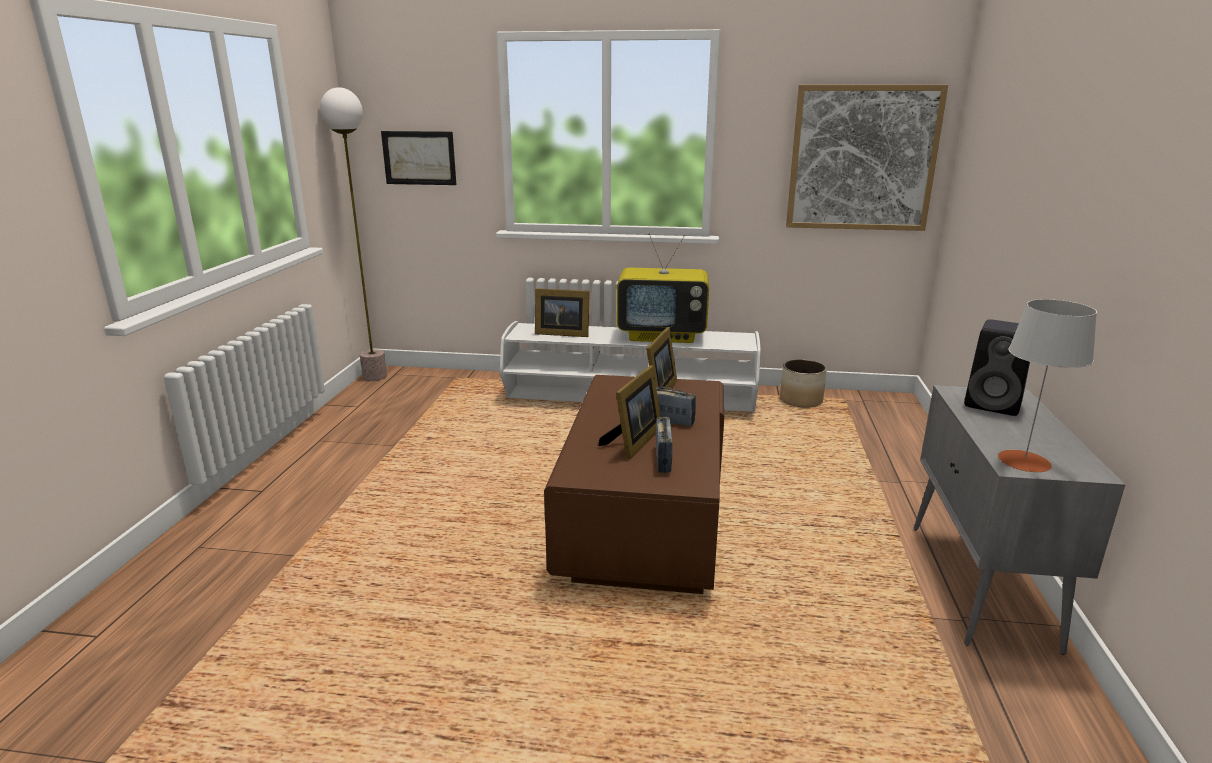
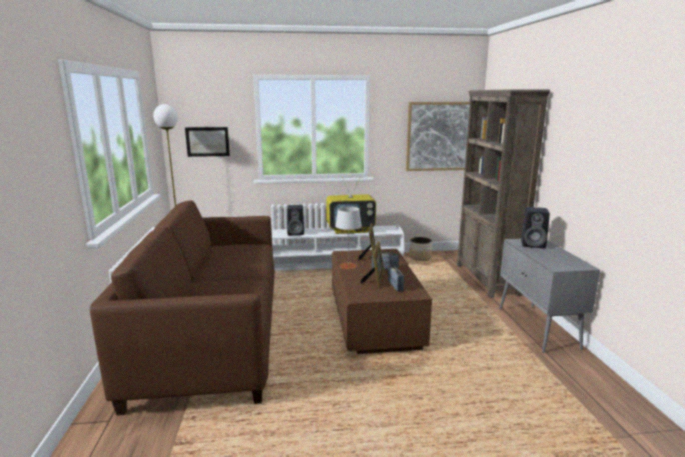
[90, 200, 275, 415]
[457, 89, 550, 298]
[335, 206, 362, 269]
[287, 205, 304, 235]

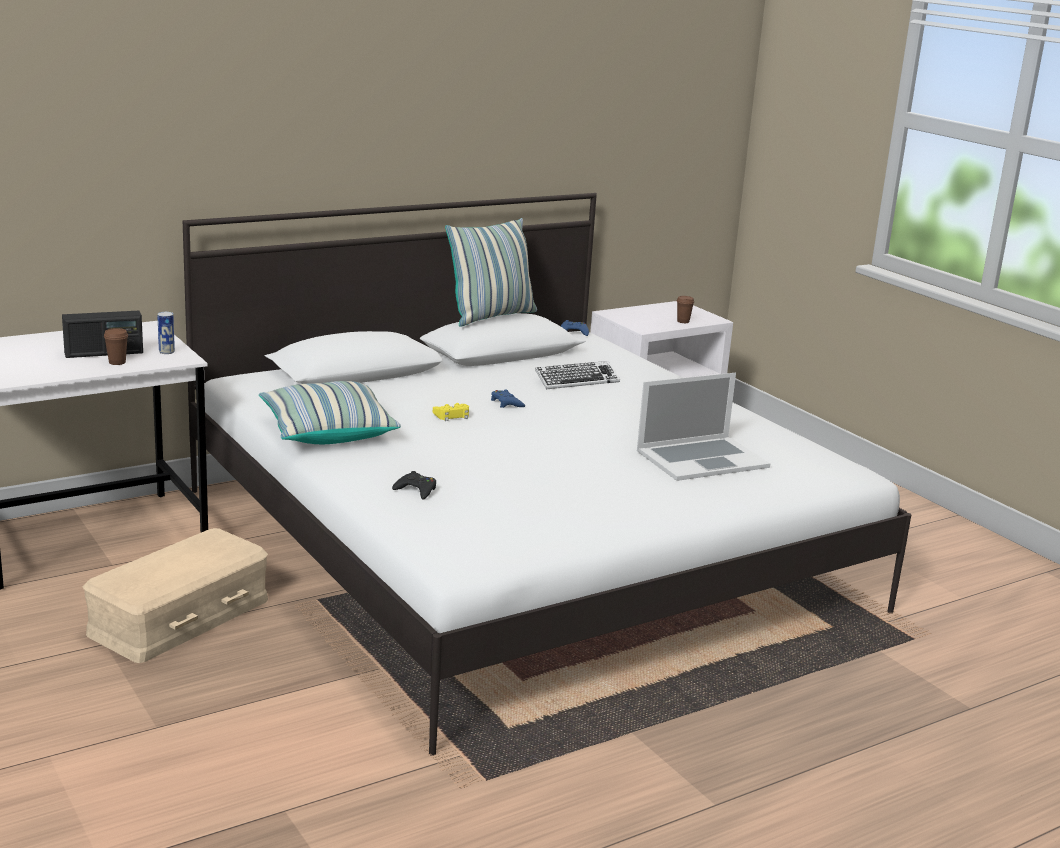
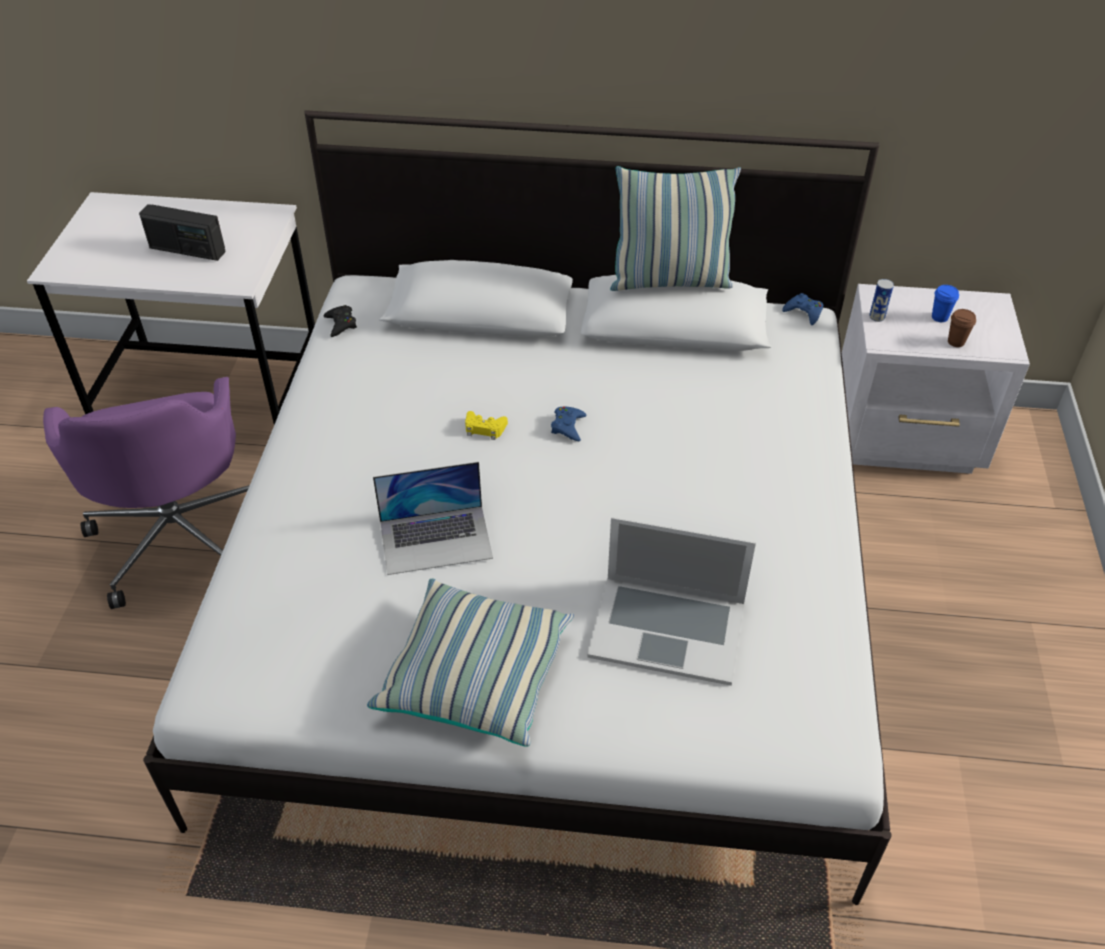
[104, 328, 128, 365] (first image)
[535, 361, 620, 389] (first image)
[373, 462, 493, 575]
[932, 285, 959, 322]
[869, 279, 894, 322]
[367, 578, 574, 747]
[324, 305, 357, 337]
[43, 377, 250, 609]

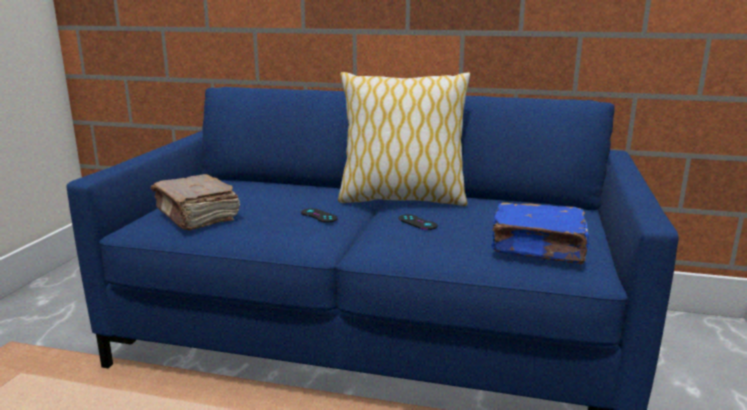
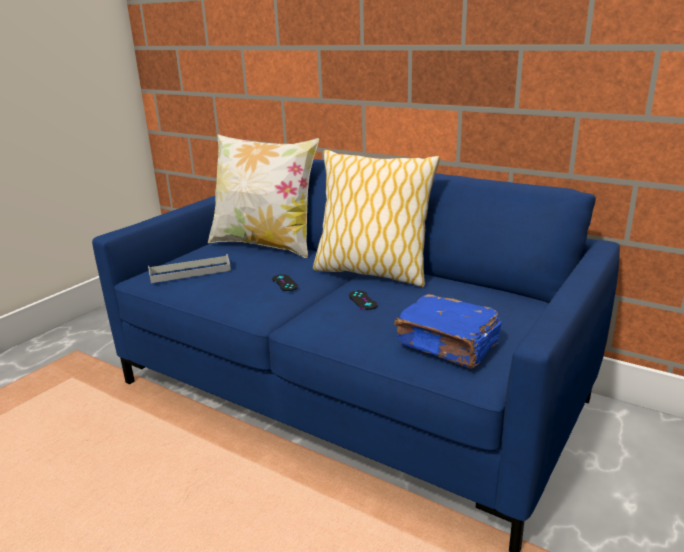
[208, 134, 319, 258]
[148, 254, 231, 283]

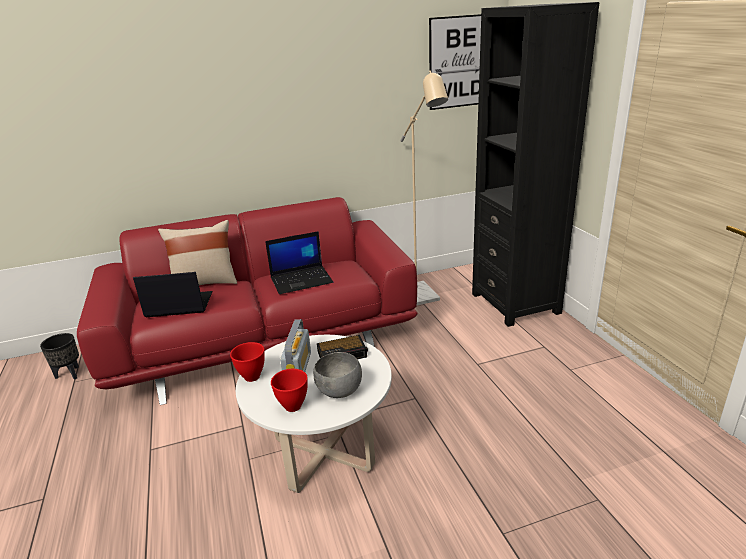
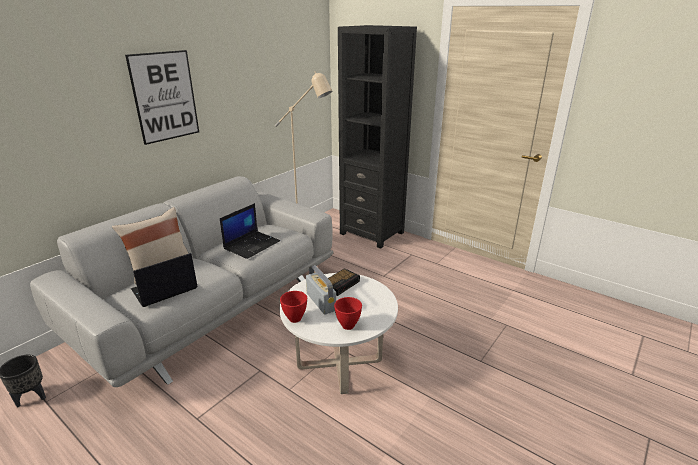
[313, 352, 362, 398] (first image)
[125, 50, 199, 145]
[30, 176, 333, 387]

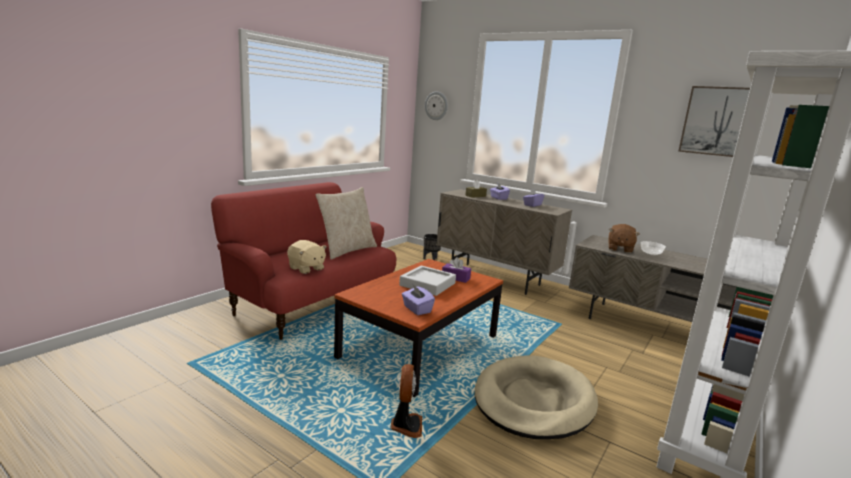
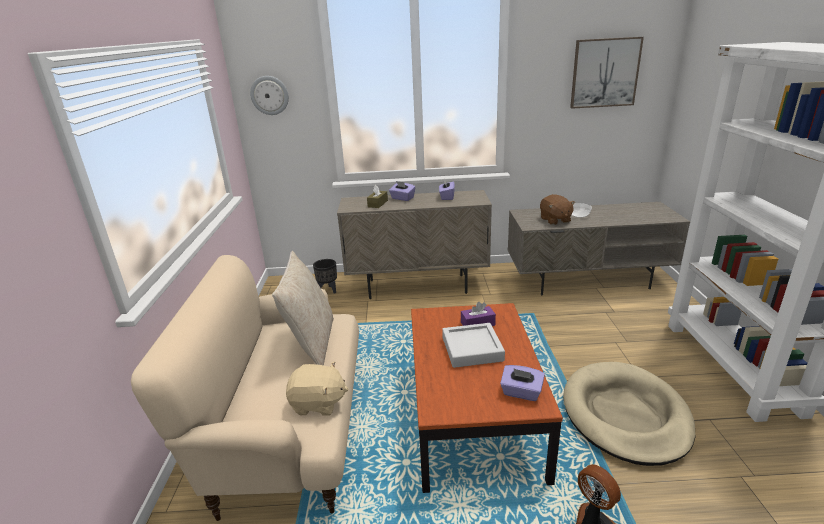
[131, 255, 359, 521]

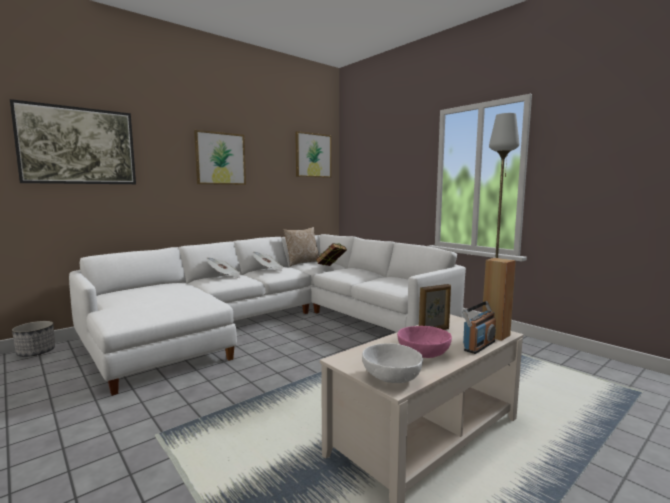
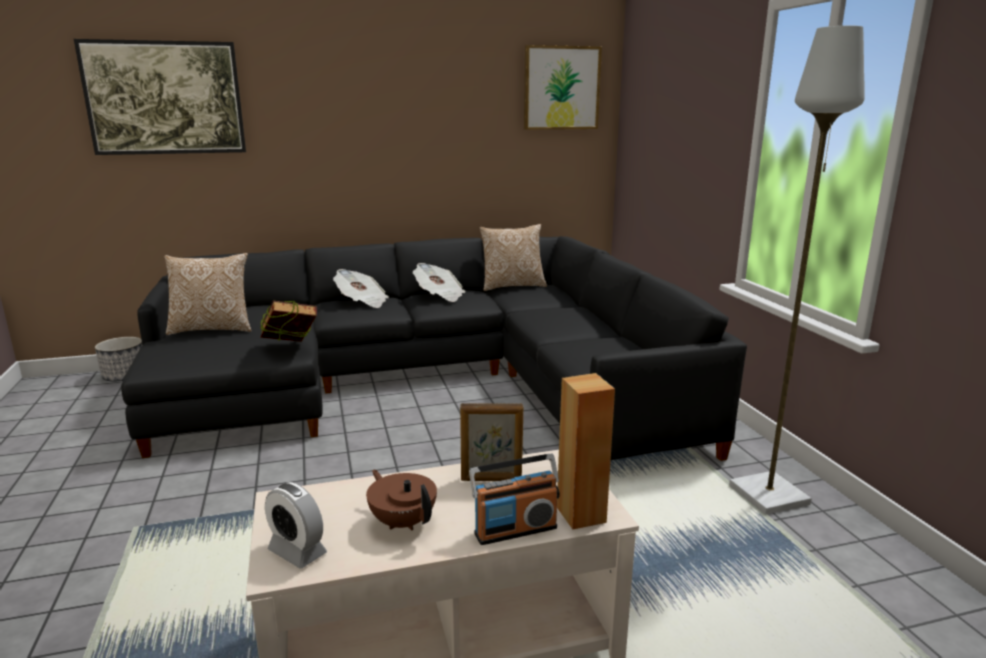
[194, 130, 246, 185] (first image)
[164, 253, 252, 335]
[260, 301, 317, 342]
[265, 482, 327, 568]
[366, 470, 437, 530]
[121, 236, 747, 461]

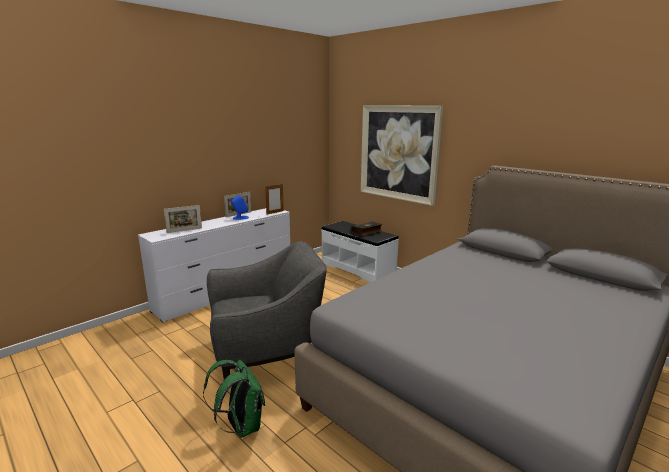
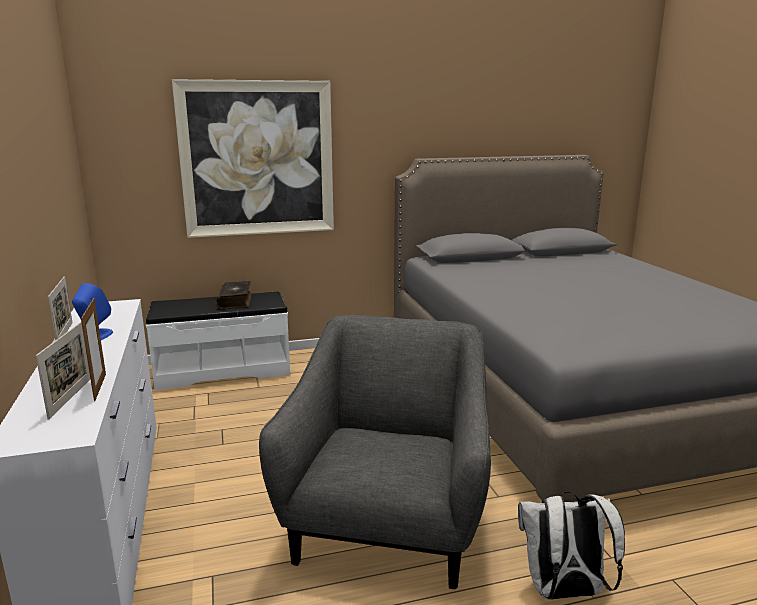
[81, 298, 106, 401]
[518, 492, 625, 600]

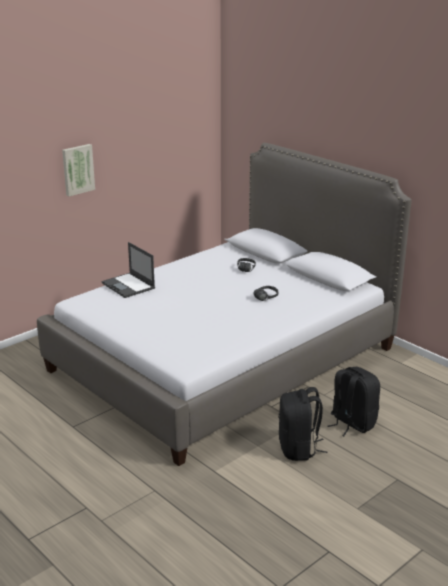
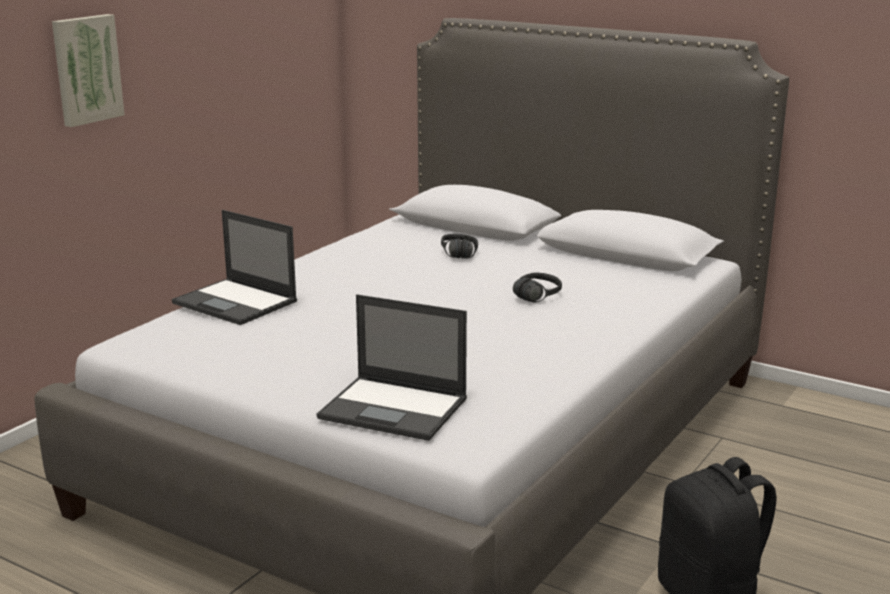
[327, 367, 380, 436] (first image)
[317, 294, 467, 441]

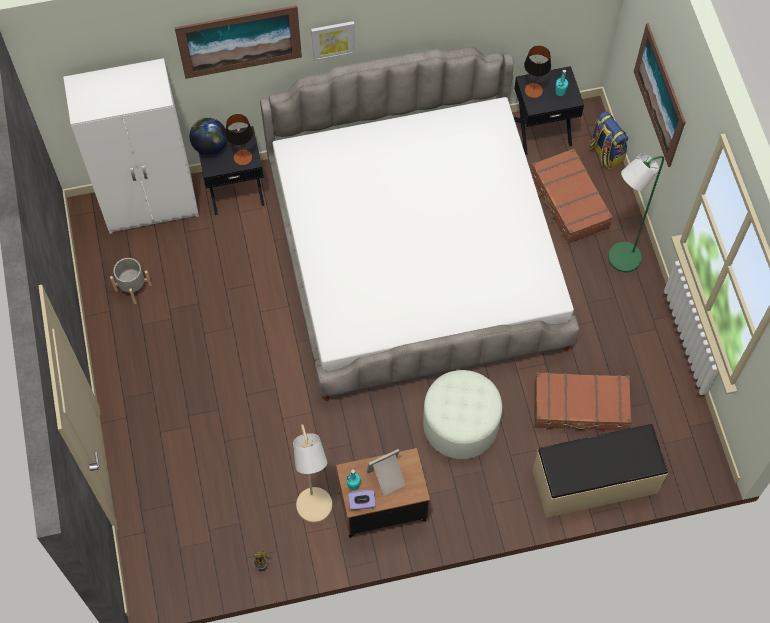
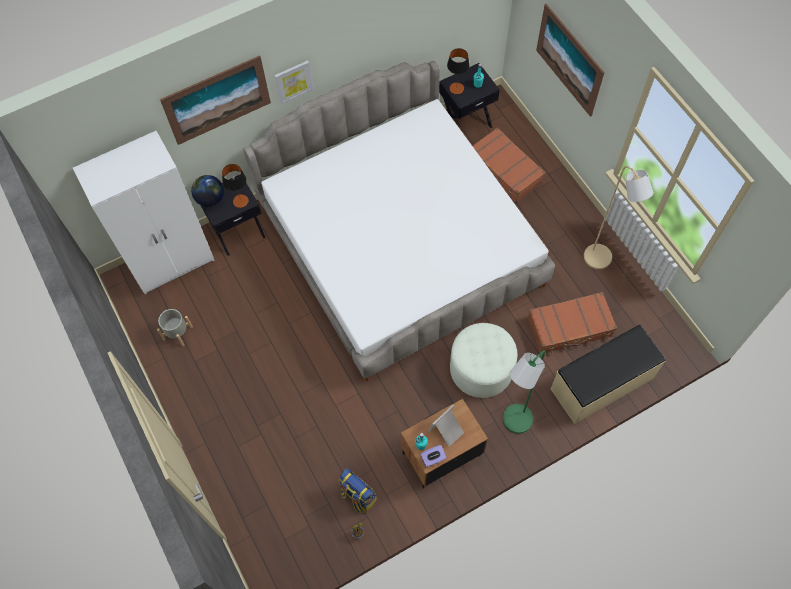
[584, 166, 654, 269]
[339, 468, 377, 513]
[503, 350, 545, 434]

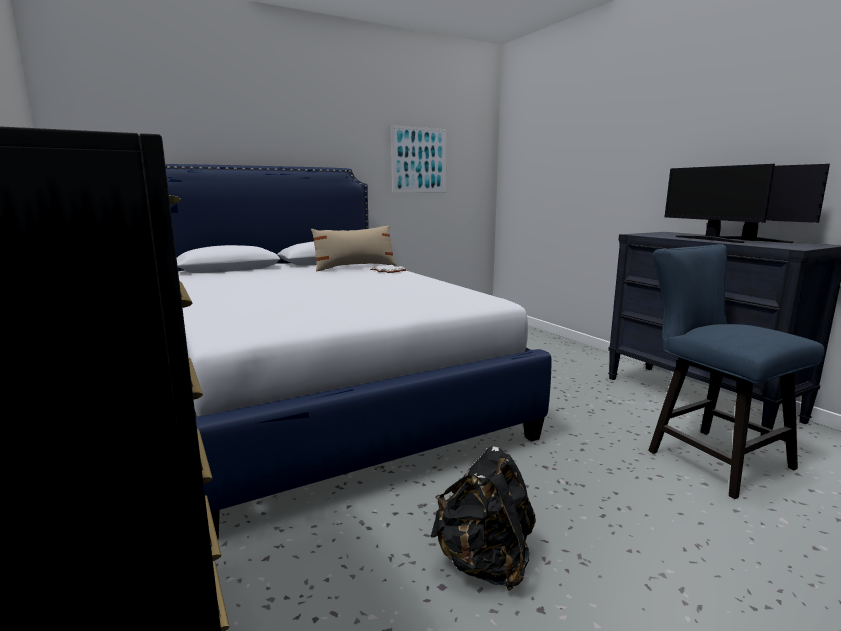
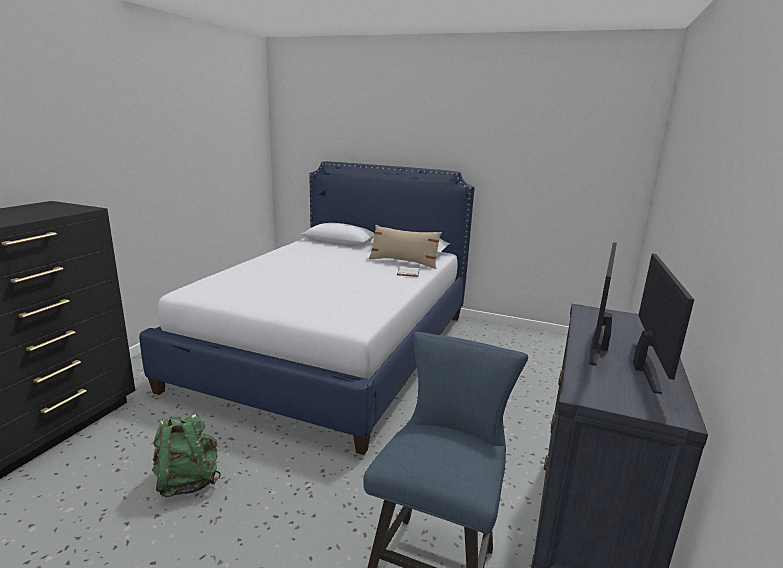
[391, 125, 447, 192] (first image)
[152, 414, 221, 498]

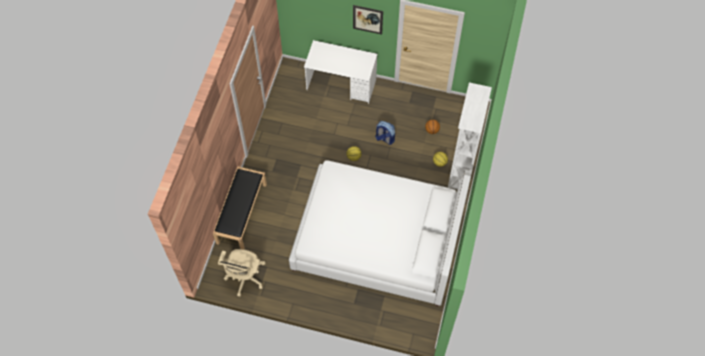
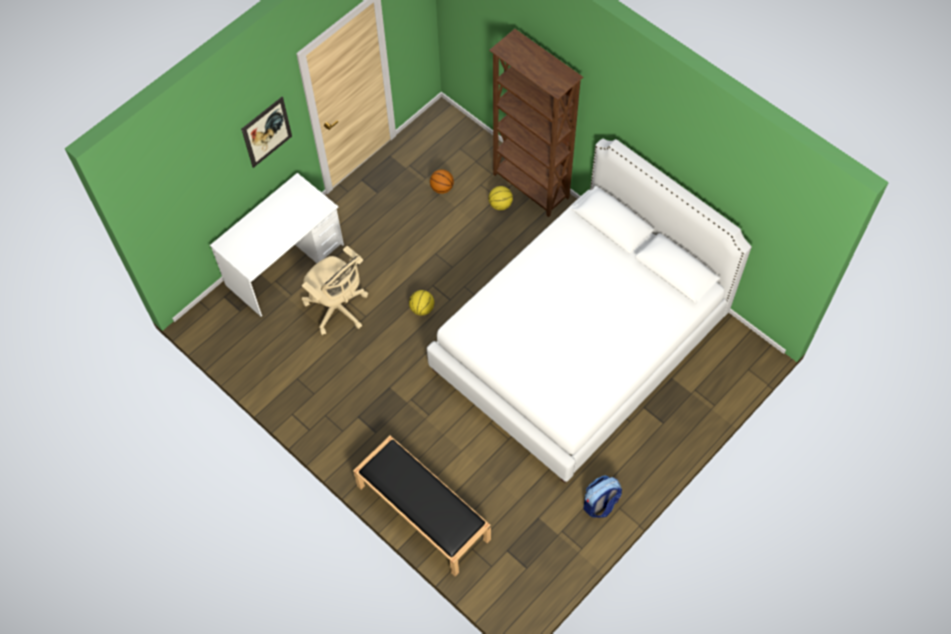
[302, 246, 368, 335]
[583, 475, 622, 518]
[489, 29, 583, 217]

